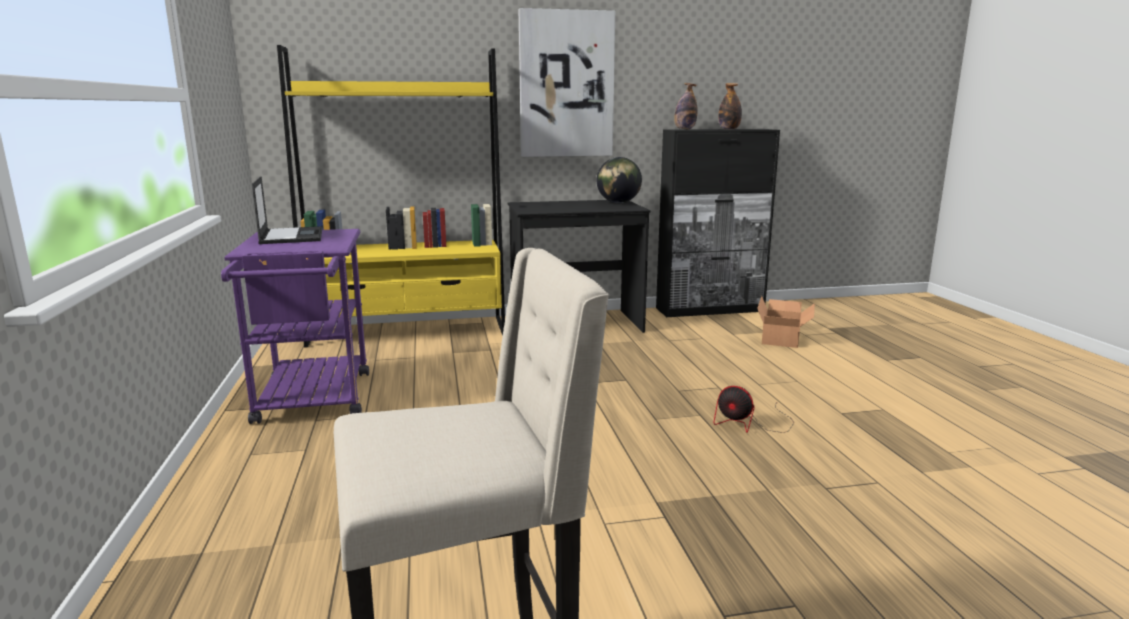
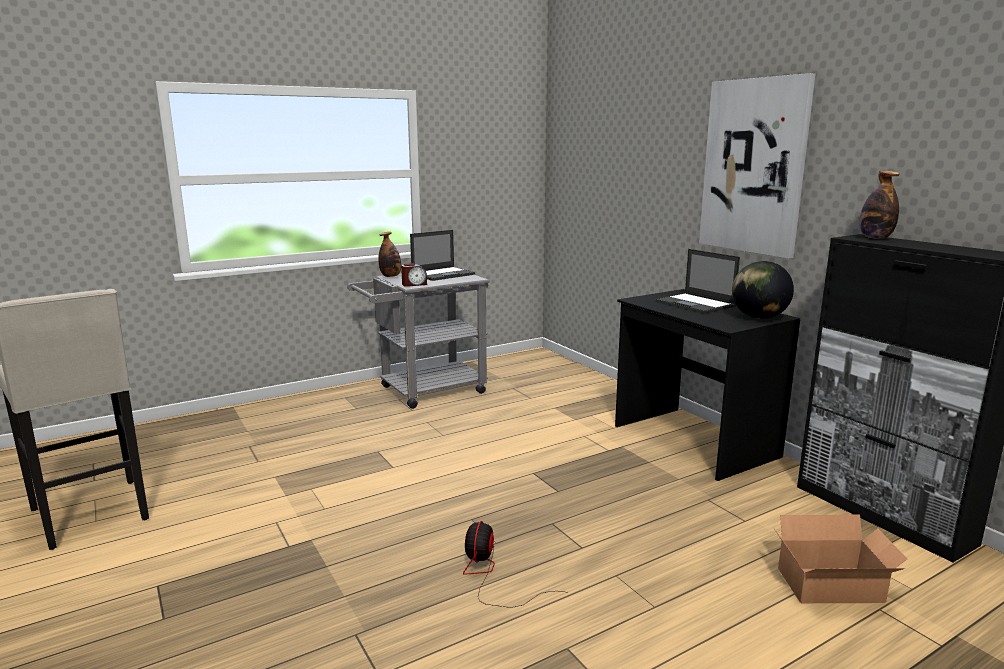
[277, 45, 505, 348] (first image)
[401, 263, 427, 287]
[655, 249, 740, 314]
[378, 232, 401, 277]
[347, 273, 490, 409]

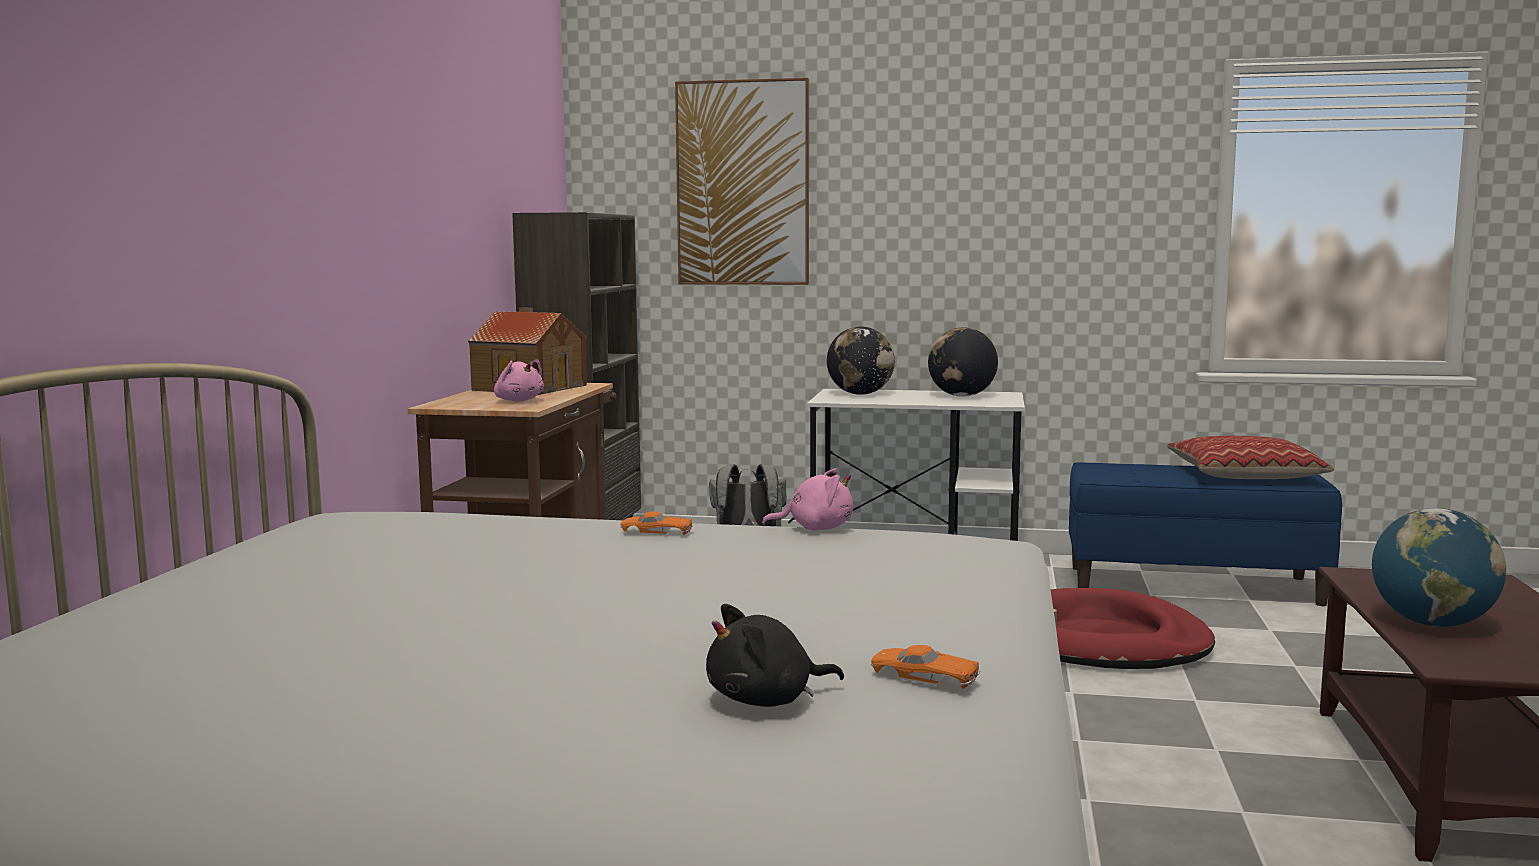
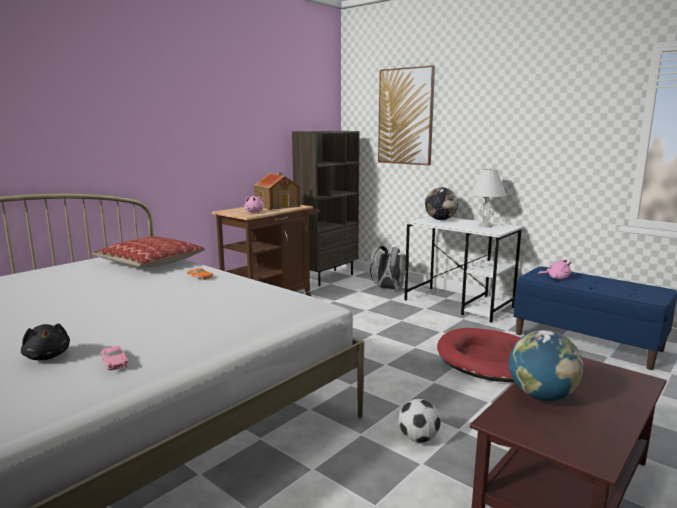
[398, 399, 441, 443]
[538, 259, 571, 279]
[93, 236, 205, 268]
[470, 168, 506, 227]
[101, 346, 129, 370]
[21, 323, 70, 360]

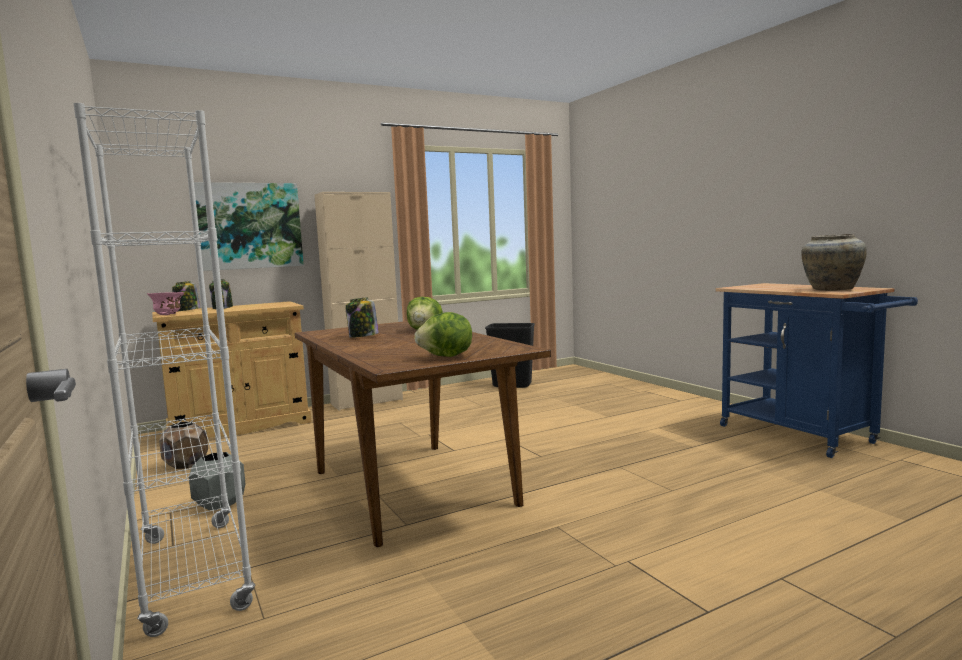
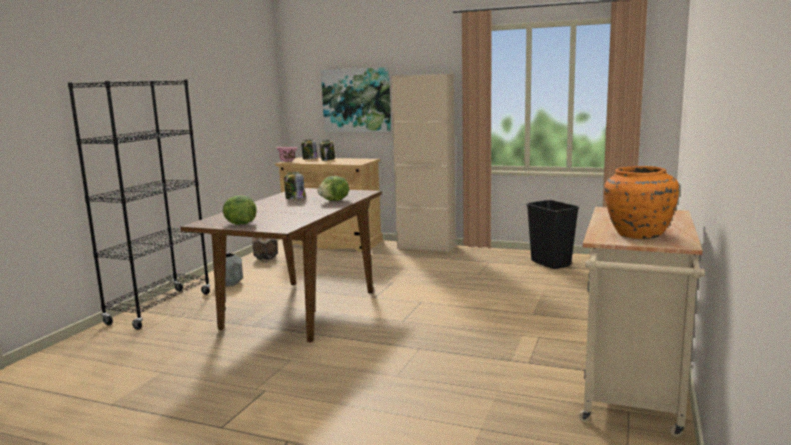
[68, 80, 210, 330]
[579, 207, 705, 437]
[604, 166, 679, 239]

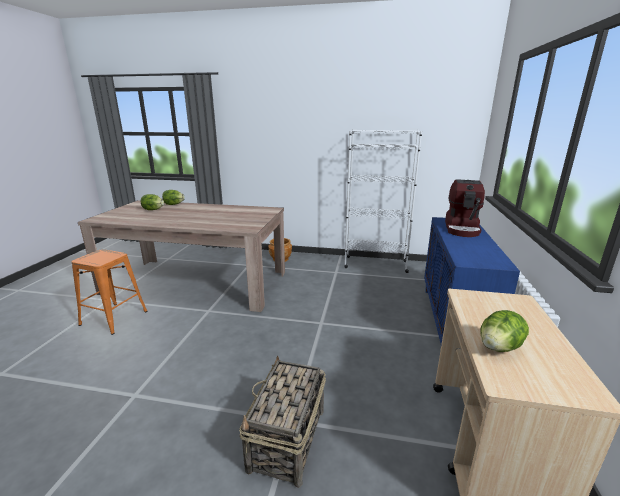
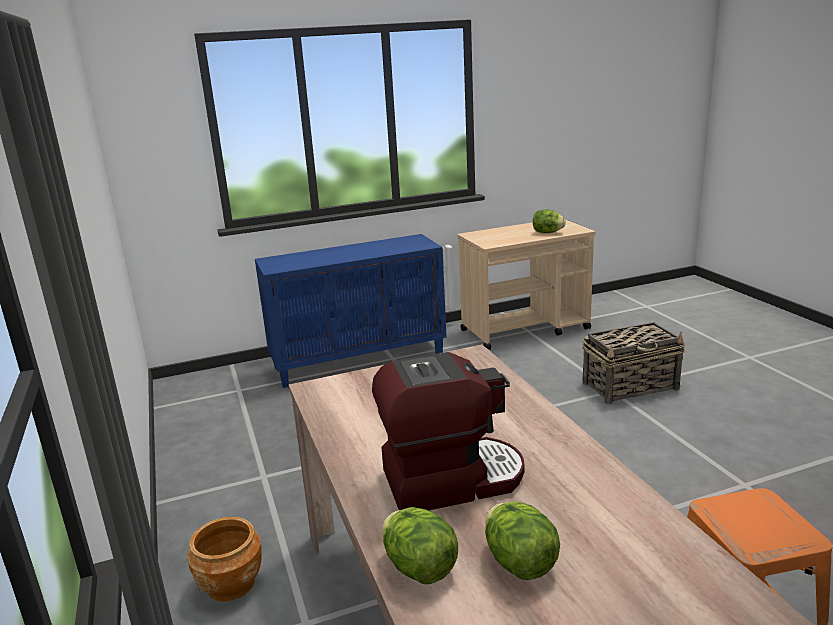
[344, 129, 422, 273] (first image)
[372, 352, 524, 510]

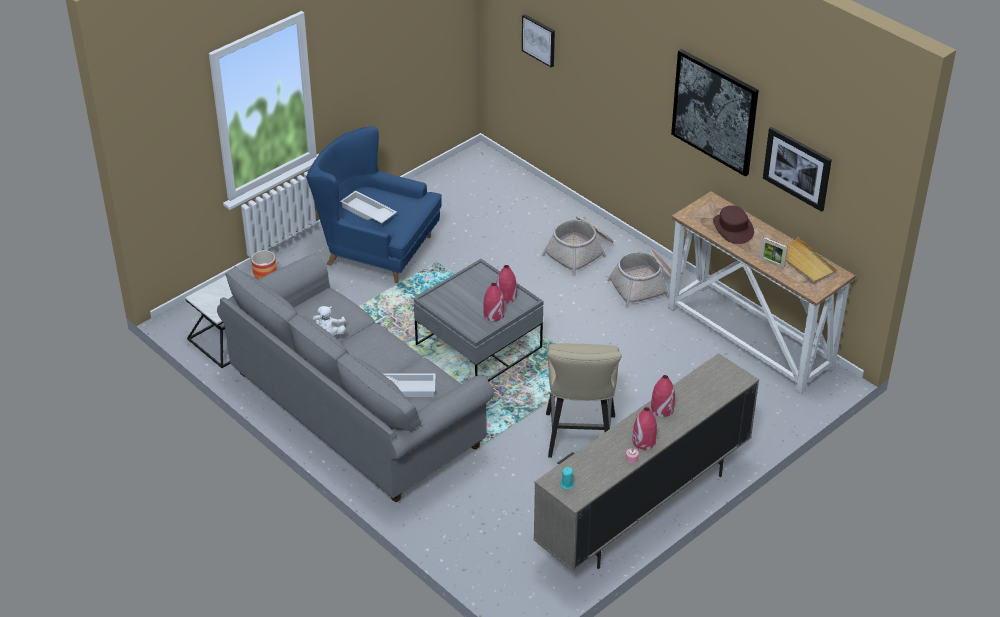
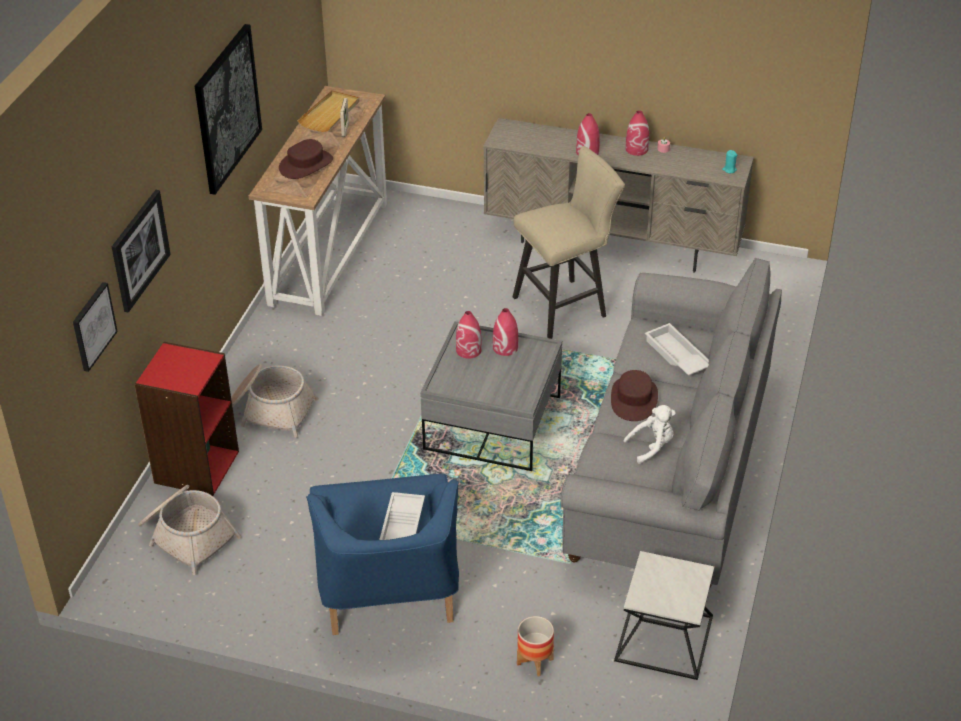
[134, 342, 239, 496]
[611, 370, 658, 421]
[138, 485, 242, 575]
[112, 190, 171, 313]

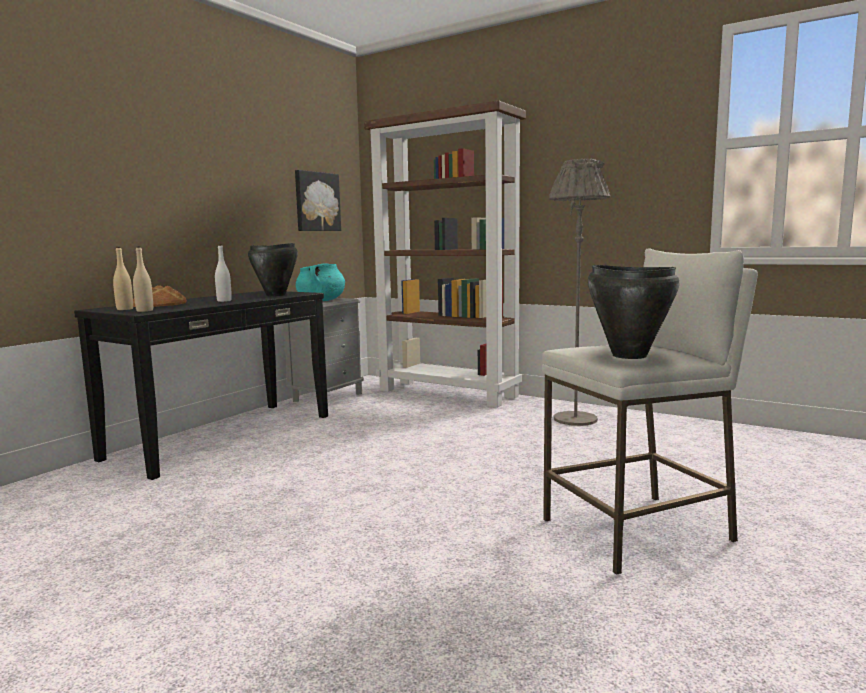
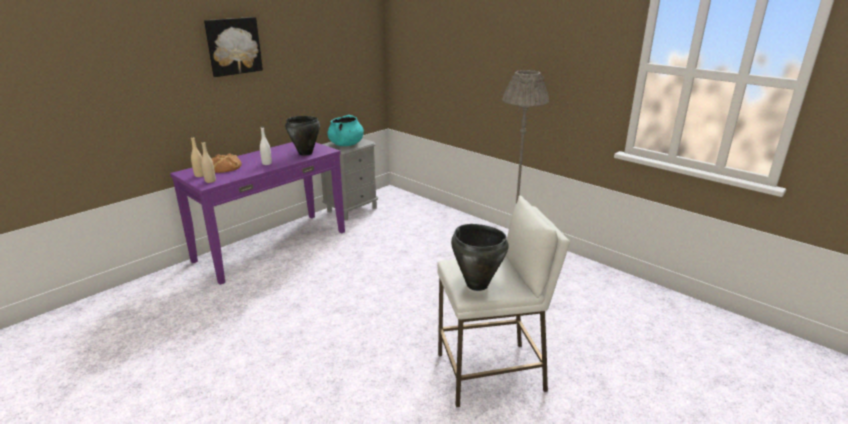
[364, 100, 526, 408] (first image)
[204, 17, 263, 77]
[170, 142, 345, 285]

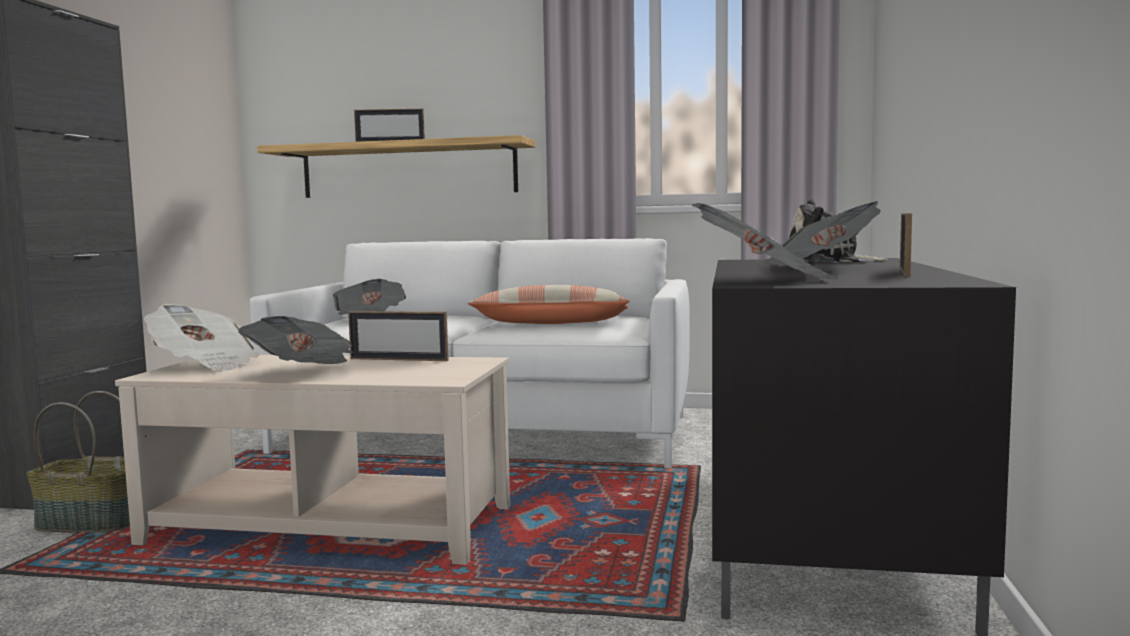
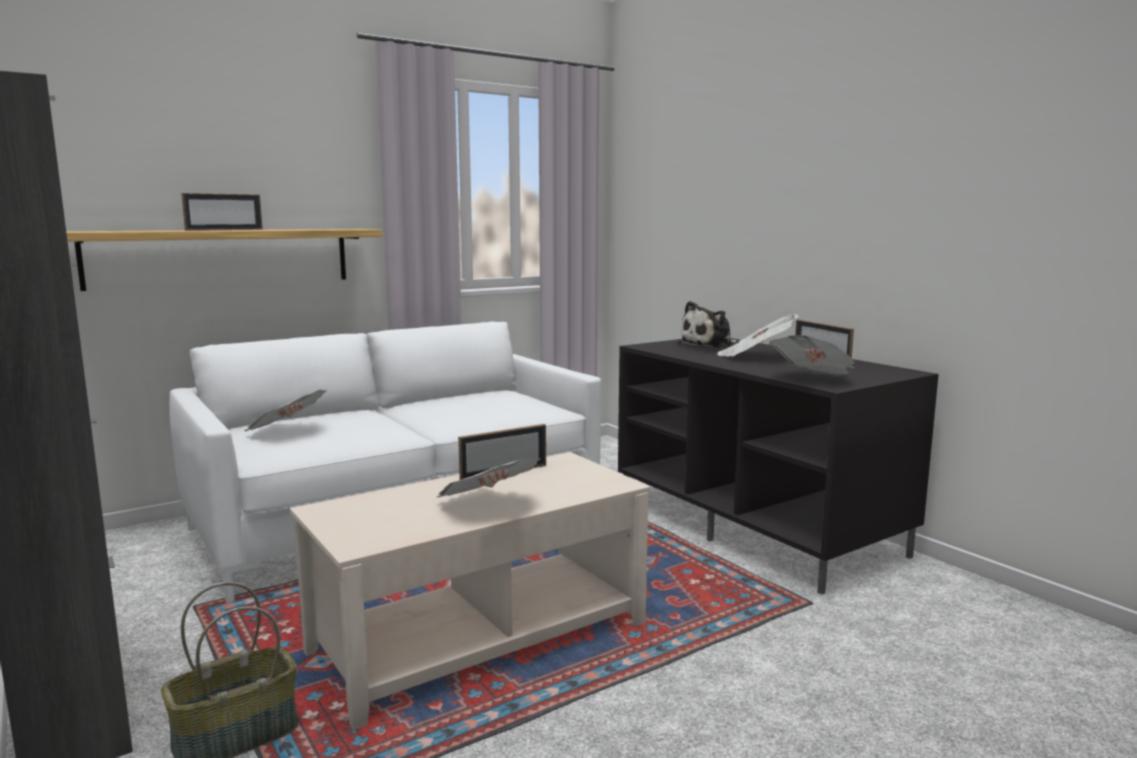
[144, 304, 260, 371] (first image)
[468, 285, 629, 324] (first image)

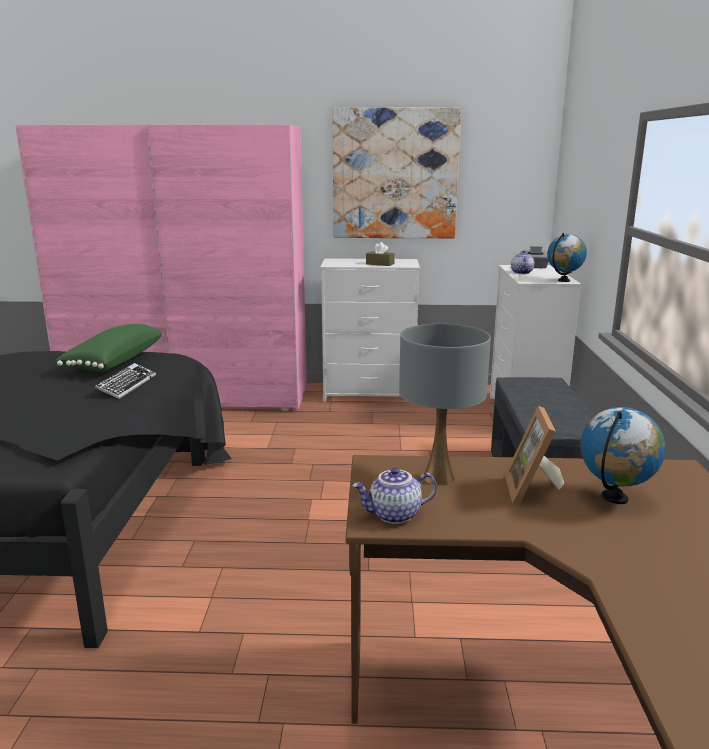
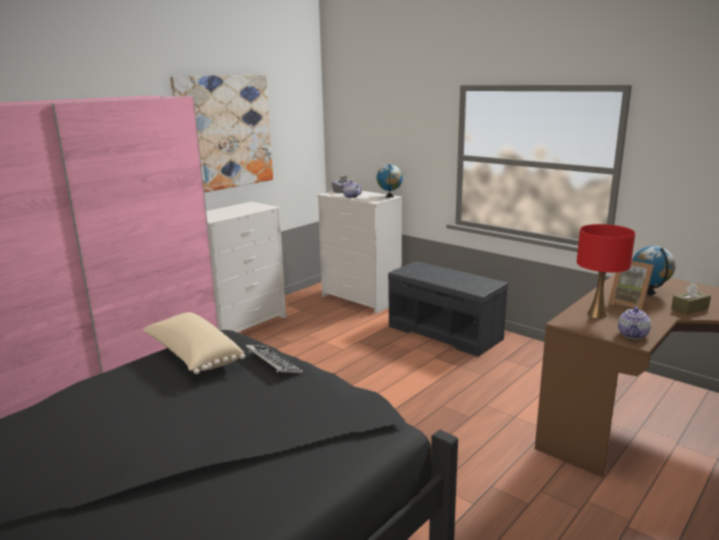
[671, 282, 711, 315]
[143, 312, 245, 374]
[577, 224, 635, 318]

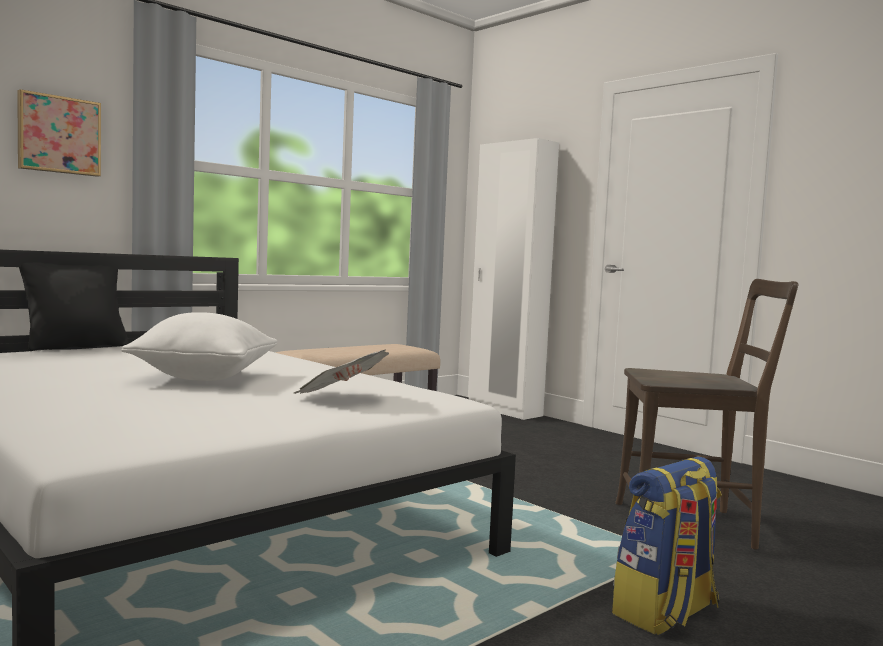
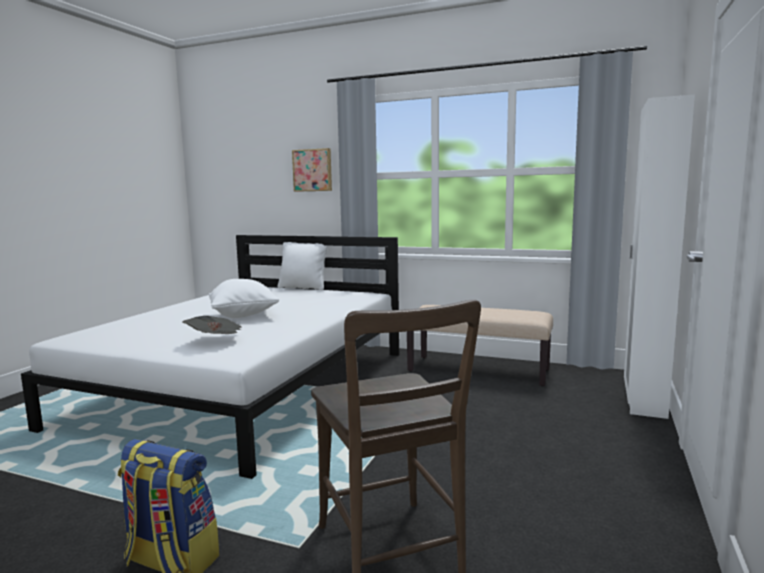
[277, 242, 328, 290]

